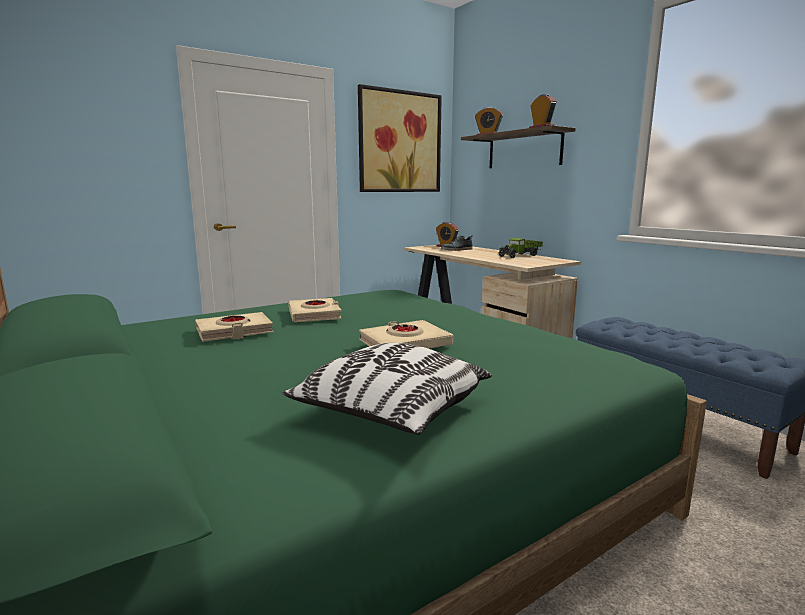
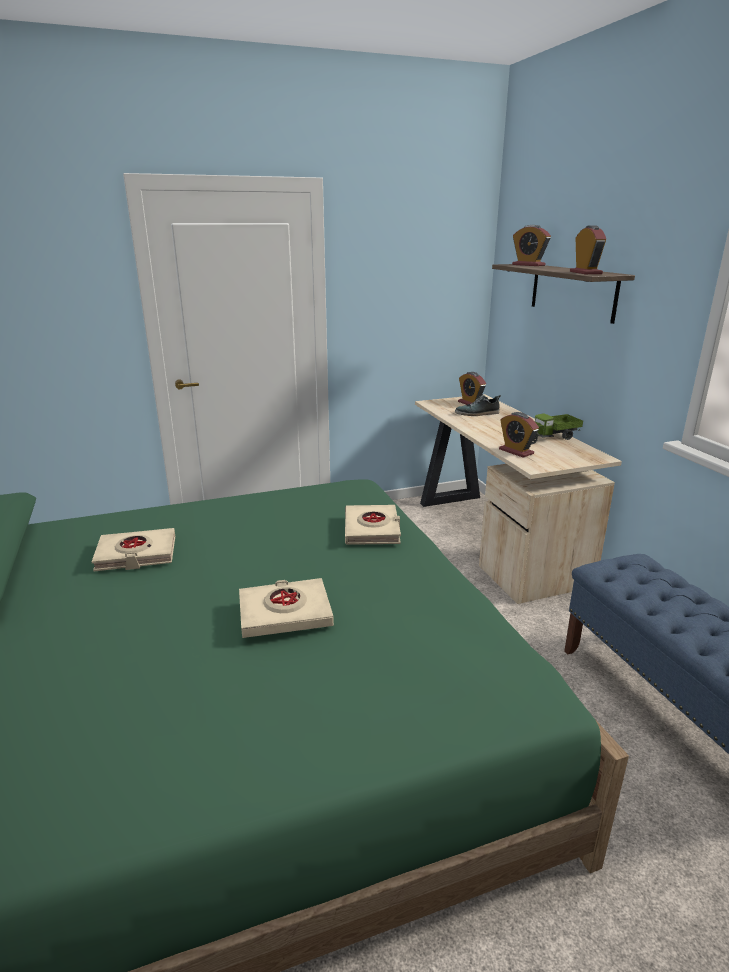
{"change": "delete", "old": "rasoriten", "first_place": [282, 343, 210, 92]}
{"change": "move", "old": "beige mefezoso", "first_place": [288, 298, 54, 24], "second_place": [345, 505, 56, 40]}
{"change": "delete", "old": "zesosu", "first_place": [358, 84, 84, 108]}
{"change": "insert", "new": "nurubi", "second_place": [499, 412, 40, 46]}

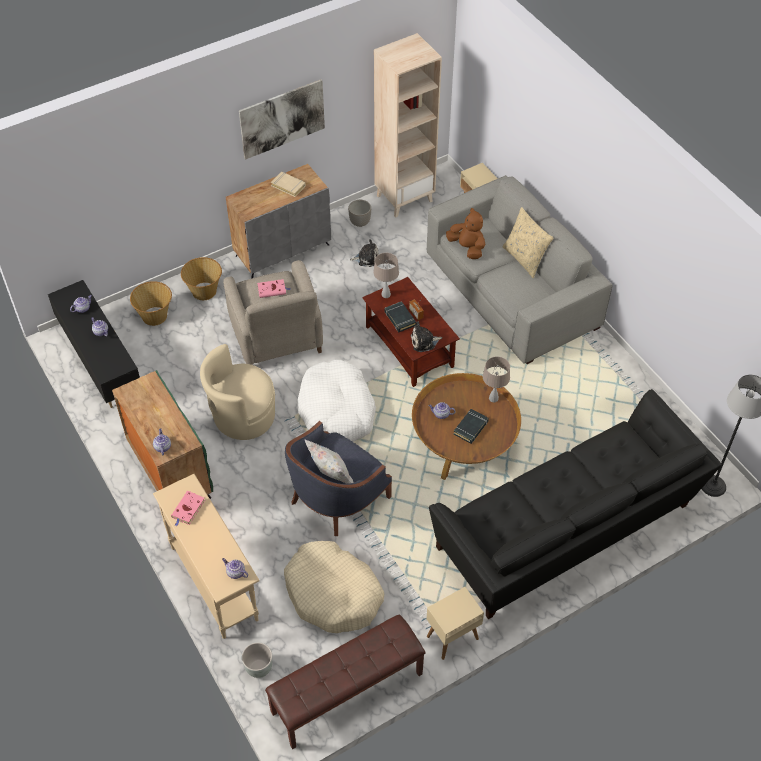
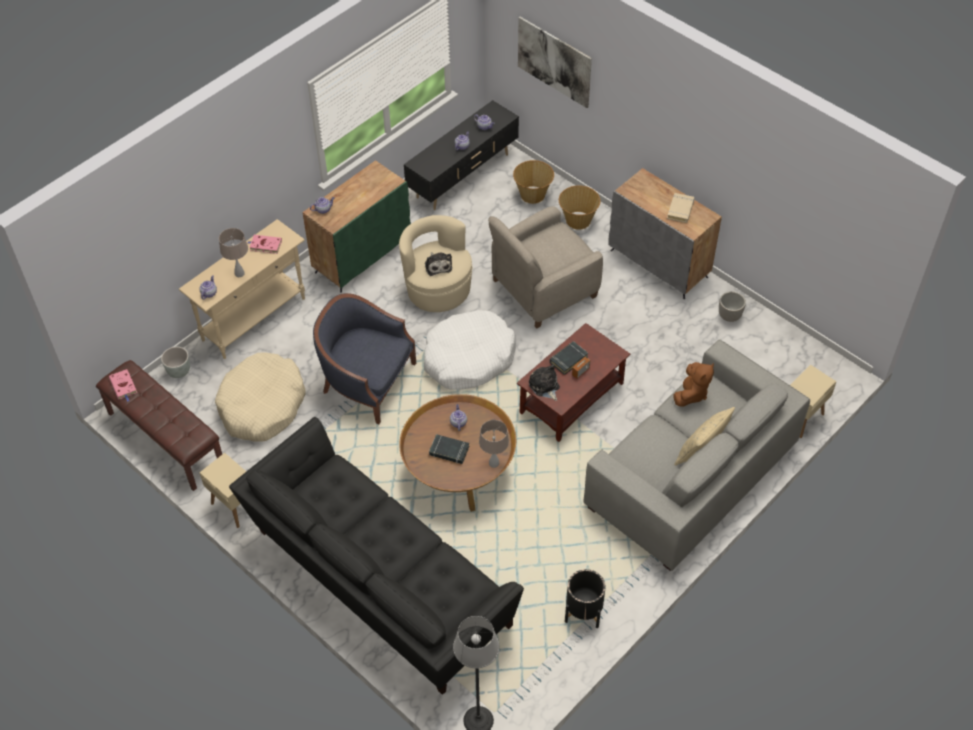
{"change": "move", "old": "zesosu", "first_place": [239, 79, 86, 81], "second_place": [518, 17, 74, 91]}
{"change": "move", "old": "pink mefezoso", "first_place": [257, 279, 34, 19], "second_place": [109, 369, 28, 33]}
{"change": "delete", "old": "white rasoriten", "first_place": [305, 440, 49, 44]}
{"change": "move", "old": "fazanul", "first_place": [350, 239, 29, 28], "second_place": [425, 253, 27, 23]}
{"change": "move", "old": "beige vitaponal", "first_place": [373, 253, 26, 45], "second_place": [219, 228, 29, 49]}
{"change": "delete", "old": "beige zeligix", "first_place": [374, 33, 68, 185]}
{"change": "insert", "new": "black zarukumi", "second_place": [565, 569, 41, 59]}

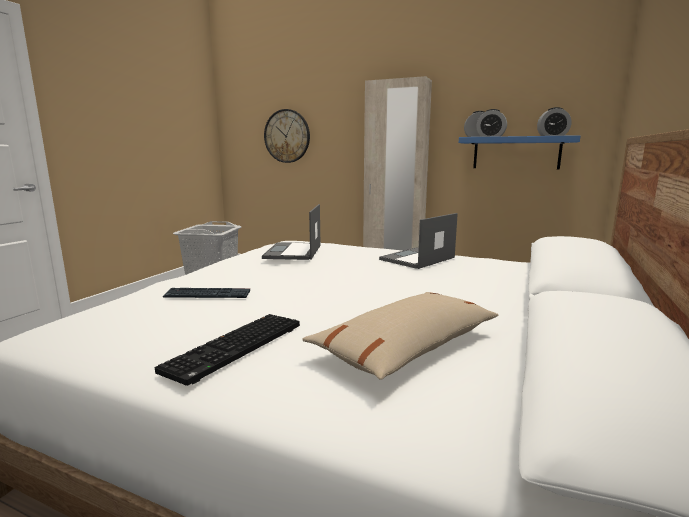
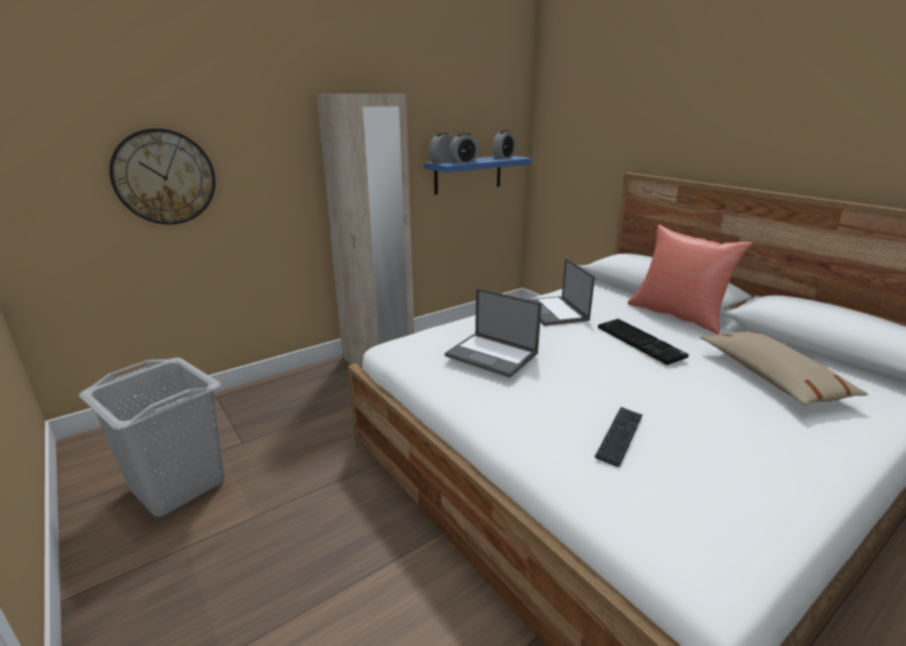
{"change": "move", "old": "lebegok", "first_place": [155, 314, 145, 72], "second_place": [598, 319, 91, 46]}
{"change": "insert", "new": "red rasoriten", "second_place": [628, 225, 125, 110]}

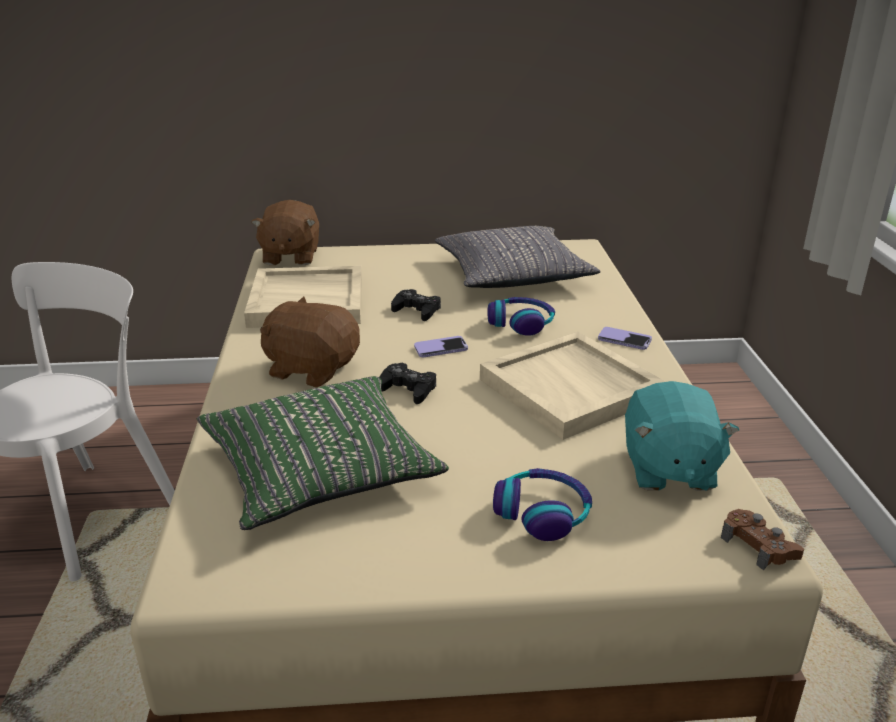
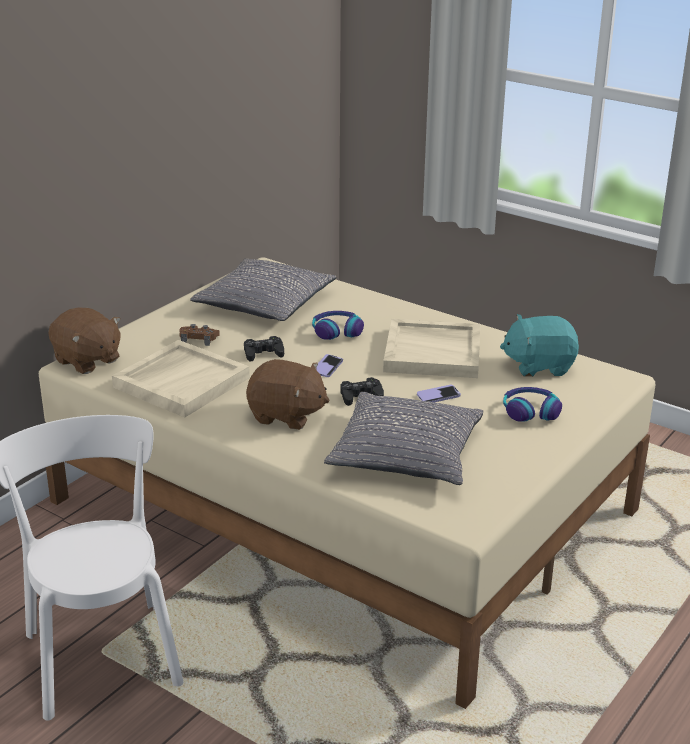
{"change": "recolor", "old": "green rasoriten", "new": "grey rasoriten", "first_place": [197, 376, 252, 154], "second_place": [324, 392, 159, 93]}
{"change": "rotate", "old": "brown fazanul", "first_place": [260, 297, 100, 91], "second_place": [246, 359, 84, 71], "degrees": -135}
{"change": "move", "old": "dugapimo", "first_place": [598, 327, 54, 23], "second_place": [417, 385, 44, 17]}
{"change": "rotate", "old": "turquoise fazanul", "first_place": [625, 381, 114, 110], "second_place": [500, 314, 79, 63], "degrees": 135}
{"change": "move", "old": "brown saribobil", "first_place": [721, 509, 83, 61], "second_place": [179, 324, 41, 22]}

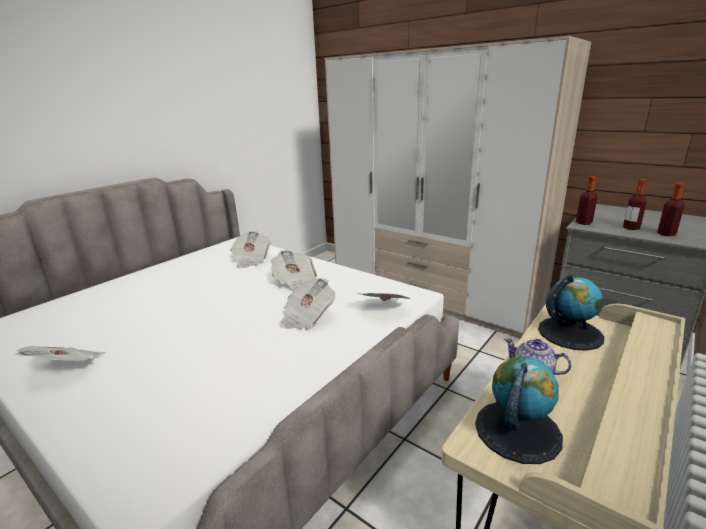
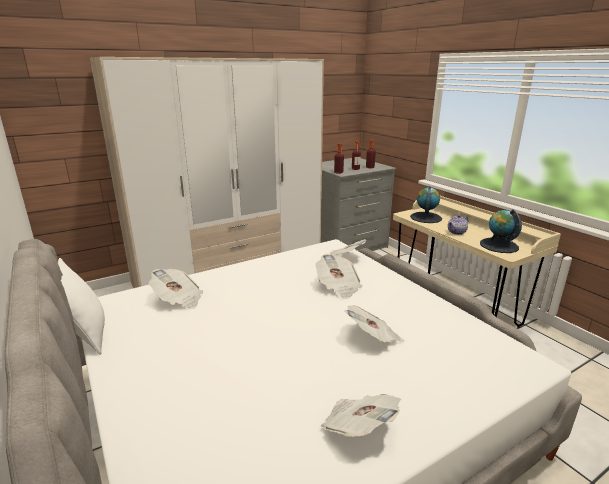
{"change": "move", "old": "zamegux", "first_place": [271, 250, 46, 41], "second_place": [344, 305, 60, 39]}
{"change": "insert", "new": "white rasoriten", "second_place": [58, 258, 47, 97]}

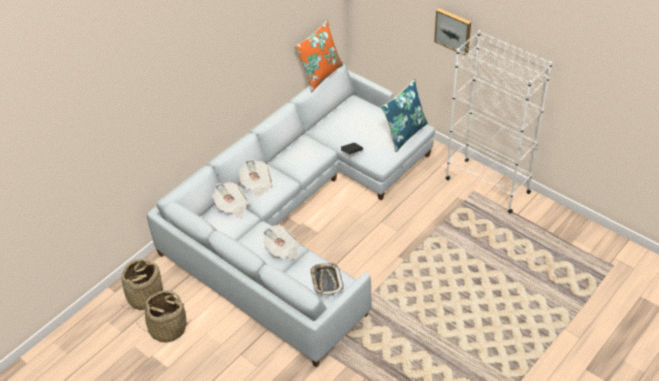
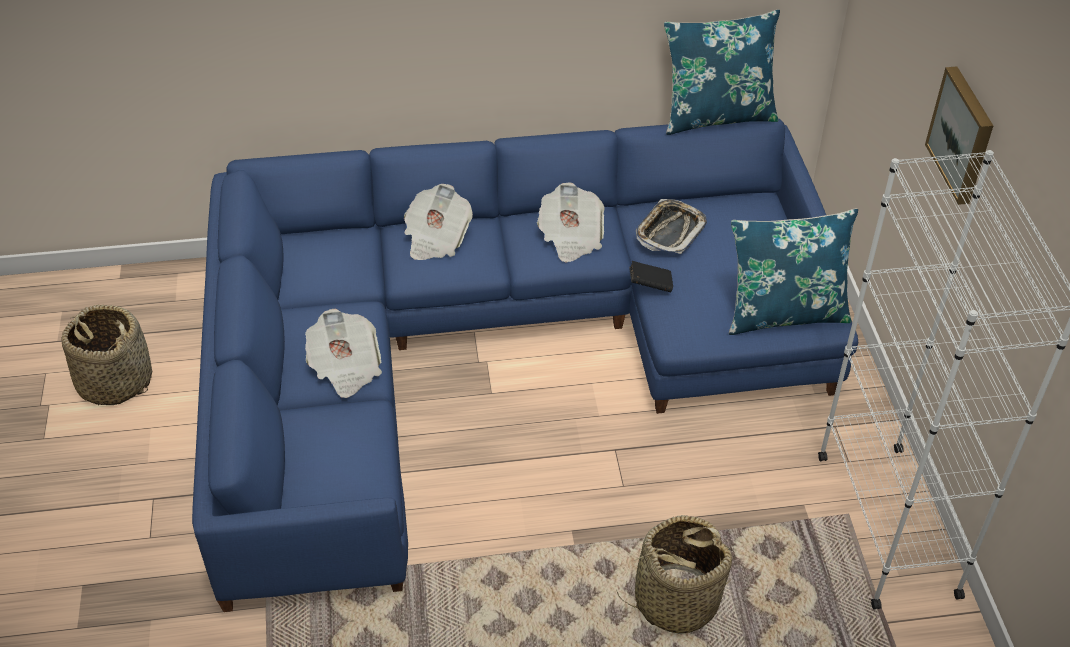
{"change": "move", "old": "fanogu", "first_place": [121, 259, 42, 51], "second_place": [616, 515, 117, 119]}
{"change": "recolor", "old": "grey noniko", "new": "blue noniko", "first_place": [147, 64, 288, 304], "second_place": [192, 118, 666, 494]}
{"change": "move", "old": "zamegux", "first_place": [212, 182, 37, 36], "second_place": [537, 182, 68, 81]}
{"change": "recolor", "old": "orange rasoriten", "new": "blue rasoriten", "first_place": [294, 20, 49, 72], "second_place": [664, 9, 116, 126]}
{"change": "move", "old": "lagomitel", "first_place": [310, 263, 34, 34], "second_place": [636, 199, 71, 55]}

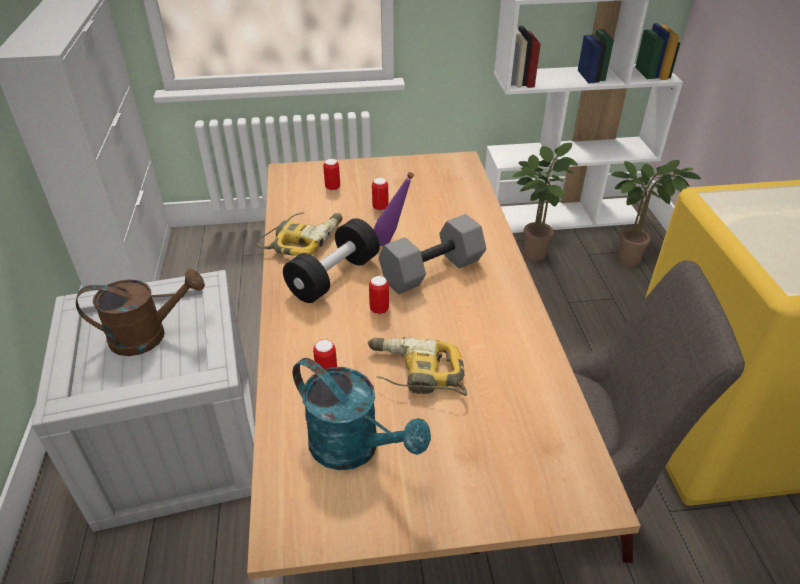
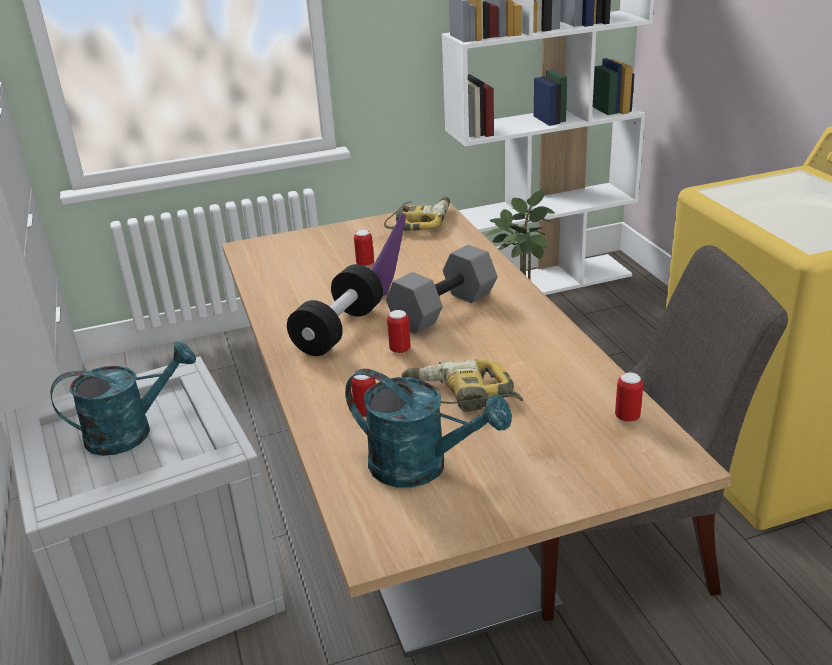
{"change": "recolor", "old": "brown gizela", "new": "turquoise gizela", "first_place": [76, 269, 129, 87], "second_place": [50, 342, 146, 114]}
{"change": "move", "old": "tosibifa", "first_place": [256, 212, 86, 44], "second_place": [384, 196, 66, 35]}
{"change": "move", "old": "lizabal", "first_place": [323, 159, 17, 31], "second_place": [615, 372, 28, 50]}
{"change": "delete", "old": "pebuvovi", "first_place": [610, 160, 91, 107]}

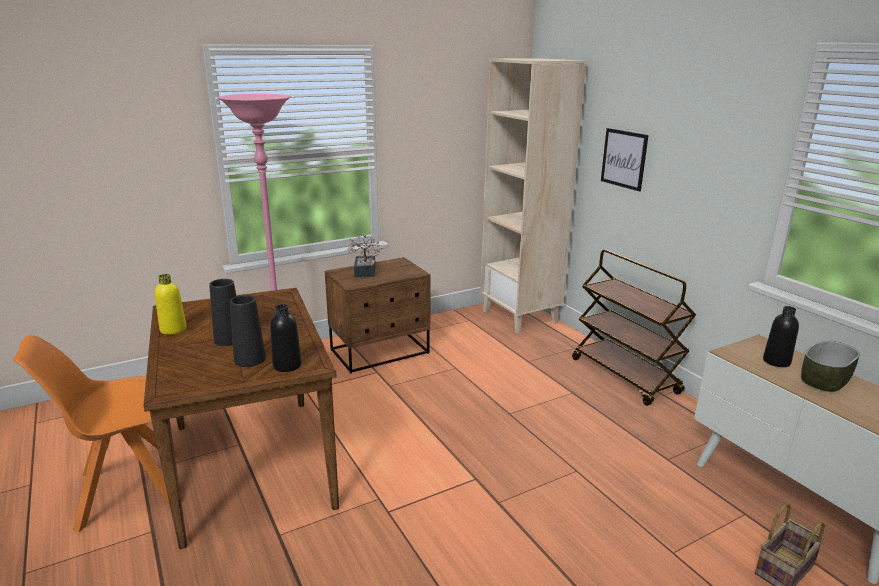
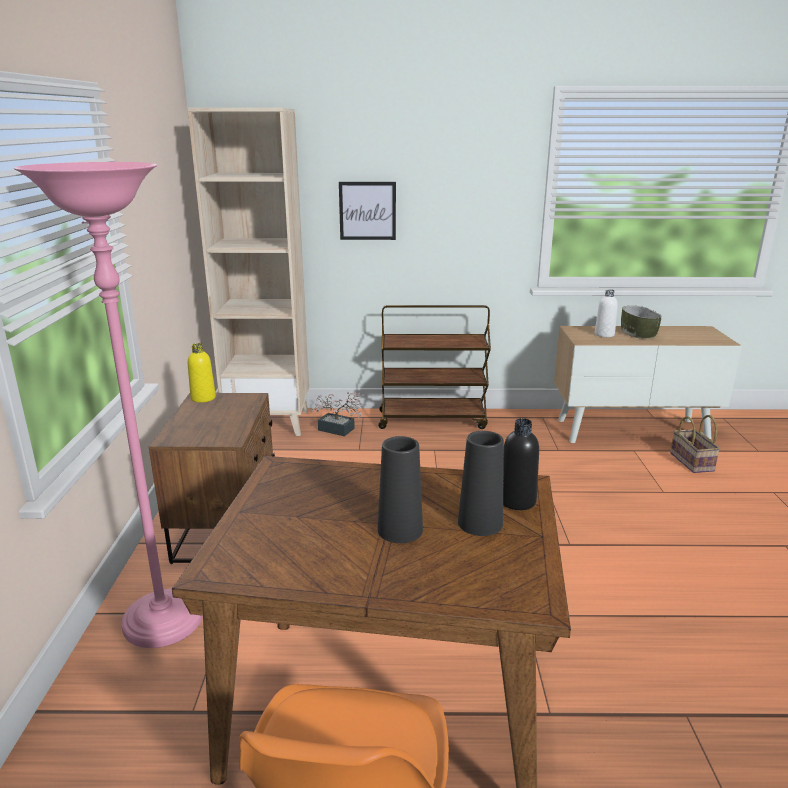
{"change": "move", "old": "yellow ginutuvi", "first_place": [155, 274, 32, 61], "second_place": [188, 343, 28, 60]}
{"change": "move", "old": "pebuvovi", "first_place": [347, 235, 36, 42], "second_place": [311, 392, 53, 44]}
{"change": "recolor", "old": "black ginutuvi", "new": "white ginutuvi", "first_place": [763, 306, 36, 61], "second_place": [595, 289, 23, 48]}

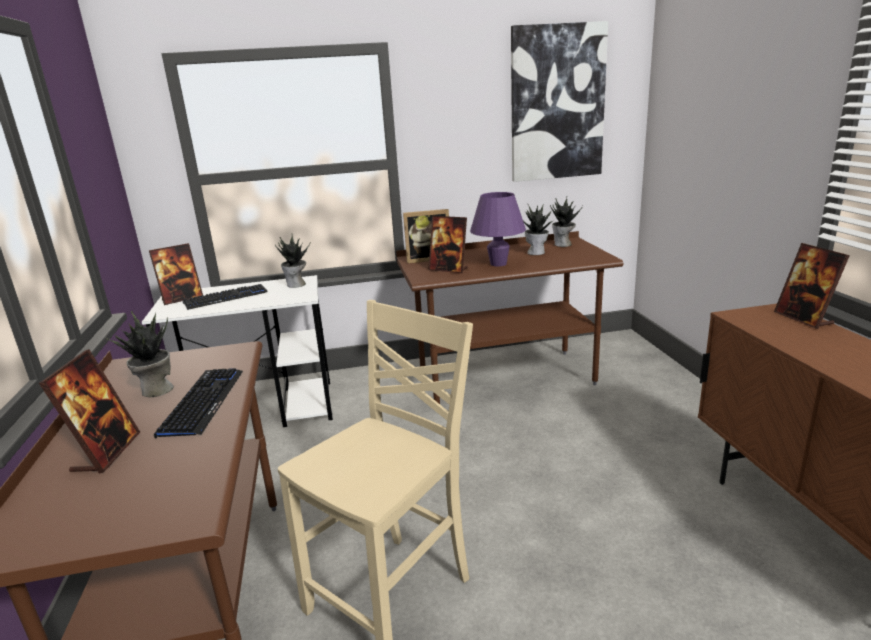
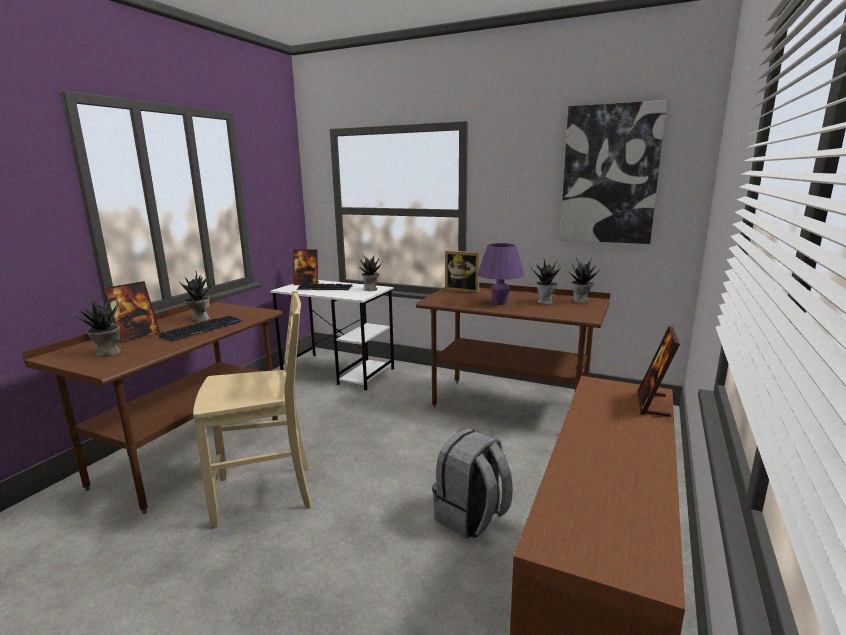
{"change": "delete", "old": "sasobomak", "first_place": [428, 216, 40, 57]}
{"change": "insert", "new": "pebuvovi", "second_place": [71, 296, 50, 61]}
{"change": "insert", "new": "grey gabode", "second_place": [432, 428, 81, 111]}

